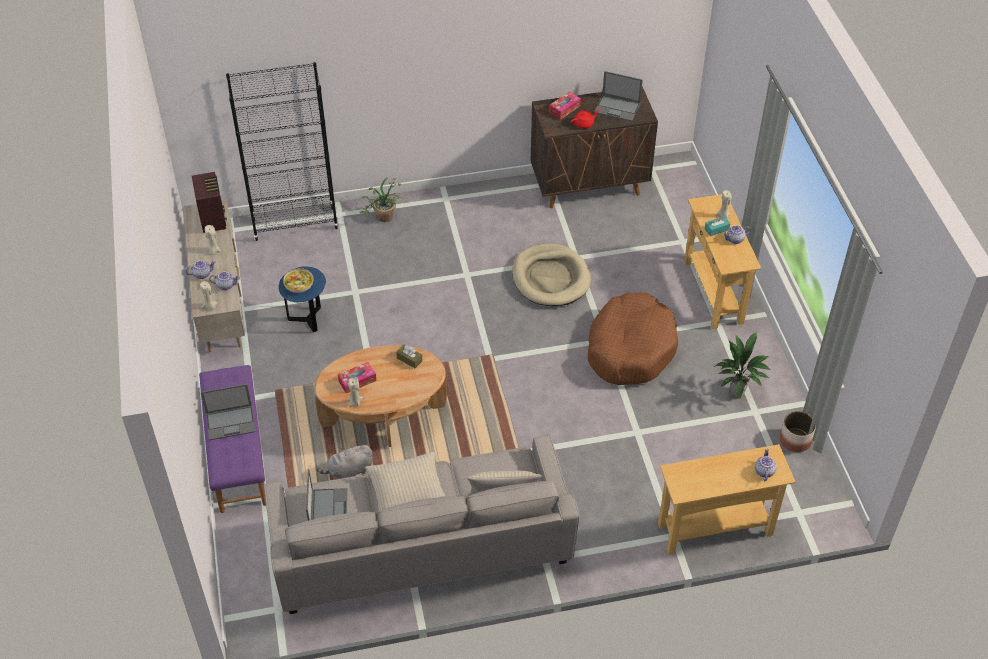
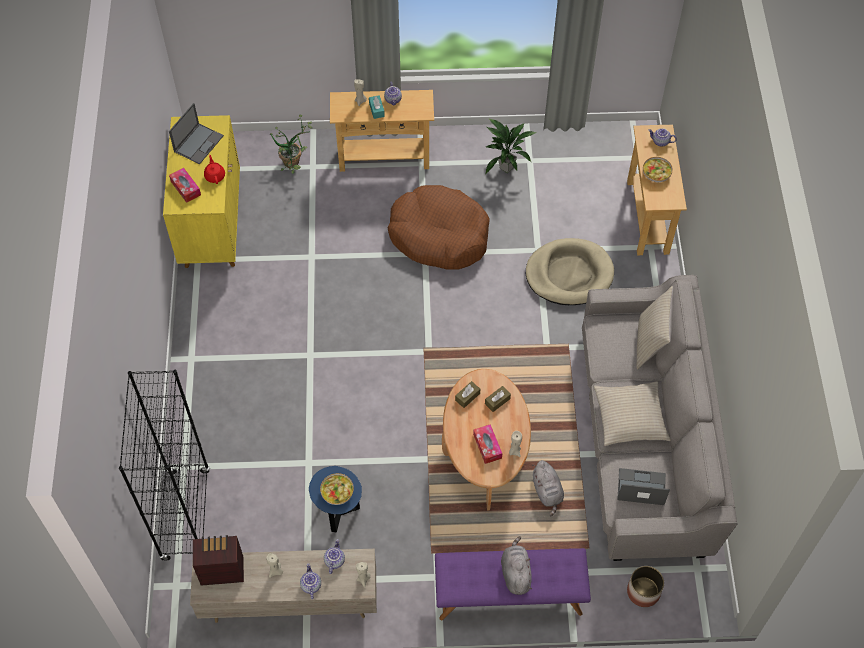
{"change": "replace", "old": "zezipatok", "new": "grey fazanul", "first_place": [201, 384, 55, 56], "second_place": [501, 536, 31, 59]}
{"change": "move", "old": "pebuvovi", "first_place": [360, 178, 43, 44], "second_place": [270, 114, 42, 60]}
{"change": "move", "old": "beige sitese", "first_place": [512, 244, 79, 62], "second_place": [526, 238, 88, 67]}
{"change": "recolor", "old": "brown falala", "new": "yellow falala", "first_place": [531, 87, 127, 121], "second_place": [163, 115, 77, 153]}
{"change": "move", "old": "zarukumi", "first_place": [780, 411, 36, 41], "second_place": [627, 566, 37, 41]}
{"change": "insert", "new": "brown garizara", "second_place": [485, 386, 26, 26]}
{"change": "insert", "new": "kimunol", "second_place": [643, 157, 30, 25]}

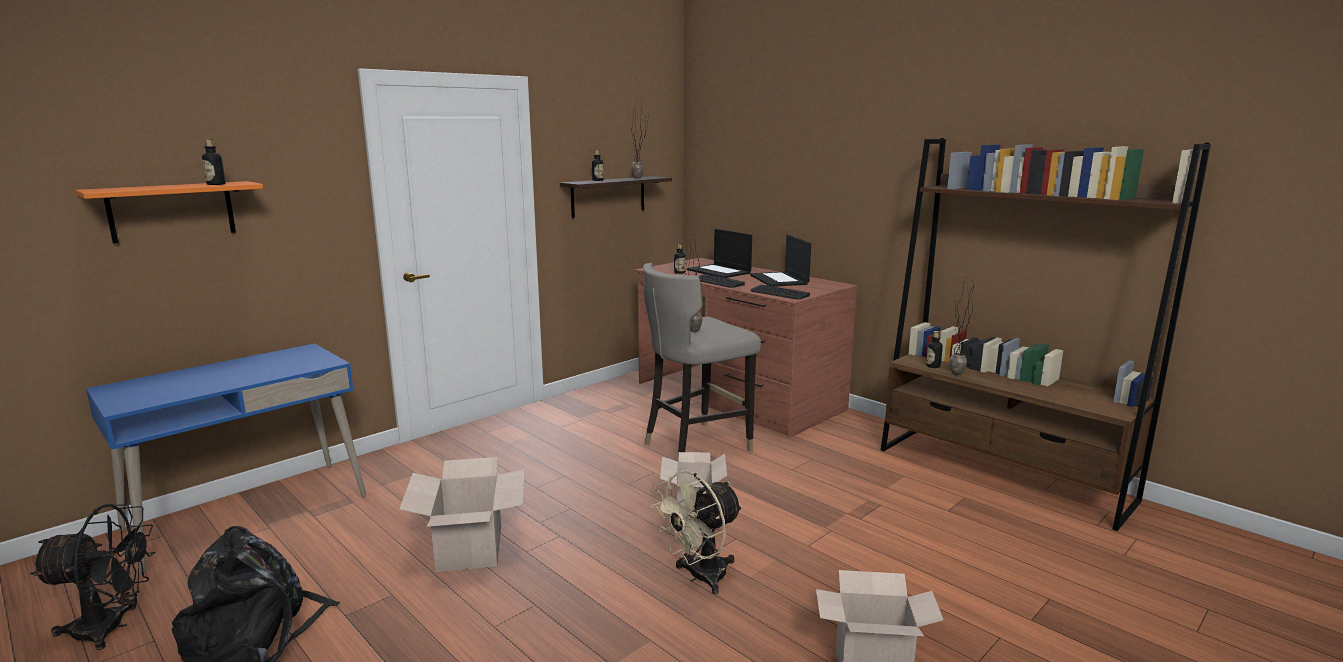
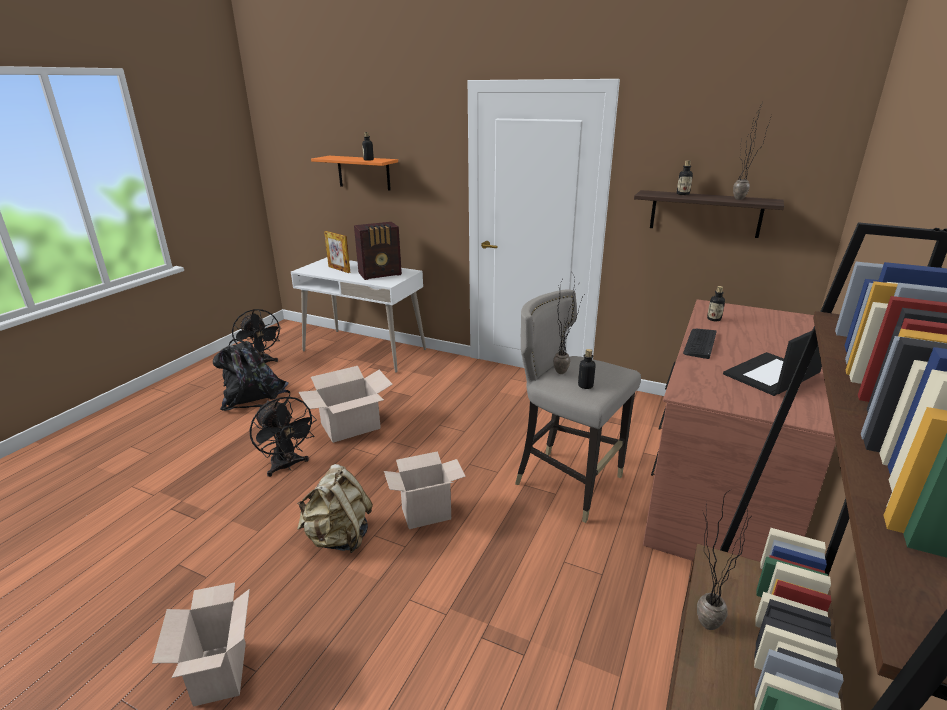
{"change": "recolor", "old": "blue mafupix", "new": "white mafupix", "first_place": [86, 344, 280, 230], "second_place": [291, 257, 135, 116]}
{"change": "replace", "old": "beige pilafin", "new": "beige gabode", "first_place": [651, 470, 92, 124], "second_place": [297, 464, 76, 89]}
{"change": "delete", "old": "zezipatok", "first_place": [687, 229, 65, 49]}
{"change": "delete", "old": "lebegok", "first_place": [751, 285, 59, 15]}
{"change": "move", "old": "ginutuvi", "first_place": [926, 331, 17, 37], "second_place": [578, 349, 18, 40]}
{"change": "insert", "new": "black pilafin", "second_place": [249, 397, 68, 80]}
{"change": "insert", "new": "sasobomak", "second_place": [324, 231, 26, 42]}
{"change": "insert", "new": "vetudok", "second_place": [354, 222, 48, 58]}

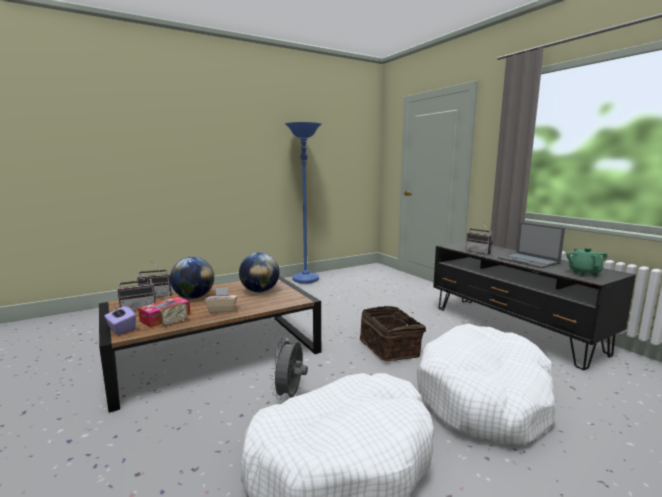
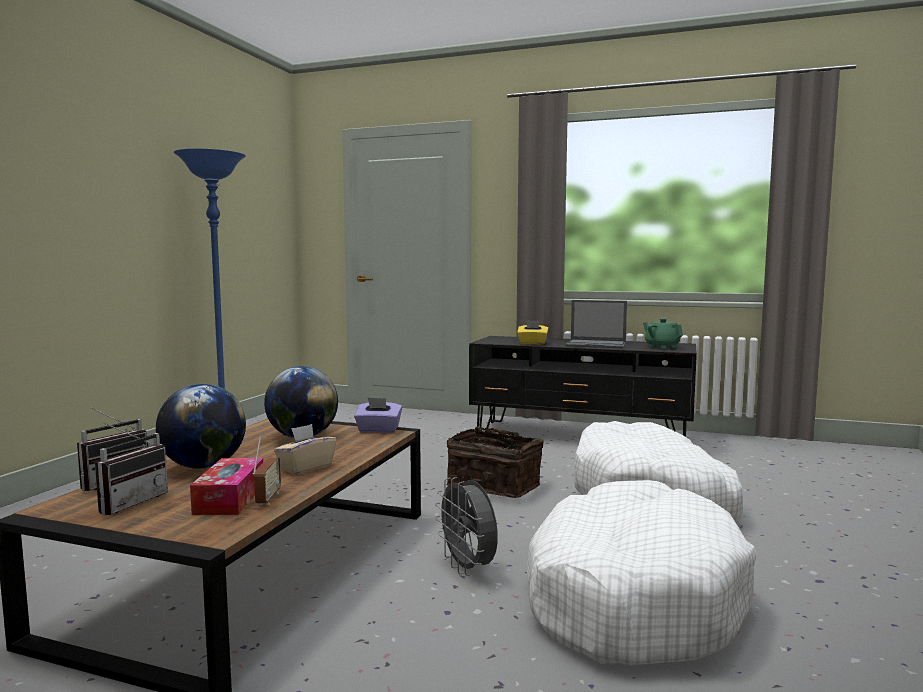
{"change": "move", "old": "purple garizara", "first_place": [104, 306, 32, 29], "second_place": [354, 397, 48, 36]}
{"change": "replace", "old": "vetudok", "new": "yellow garizara", "first_place": [466, 224, 27, 31], "second_place": [517, 320, 31, 24]}

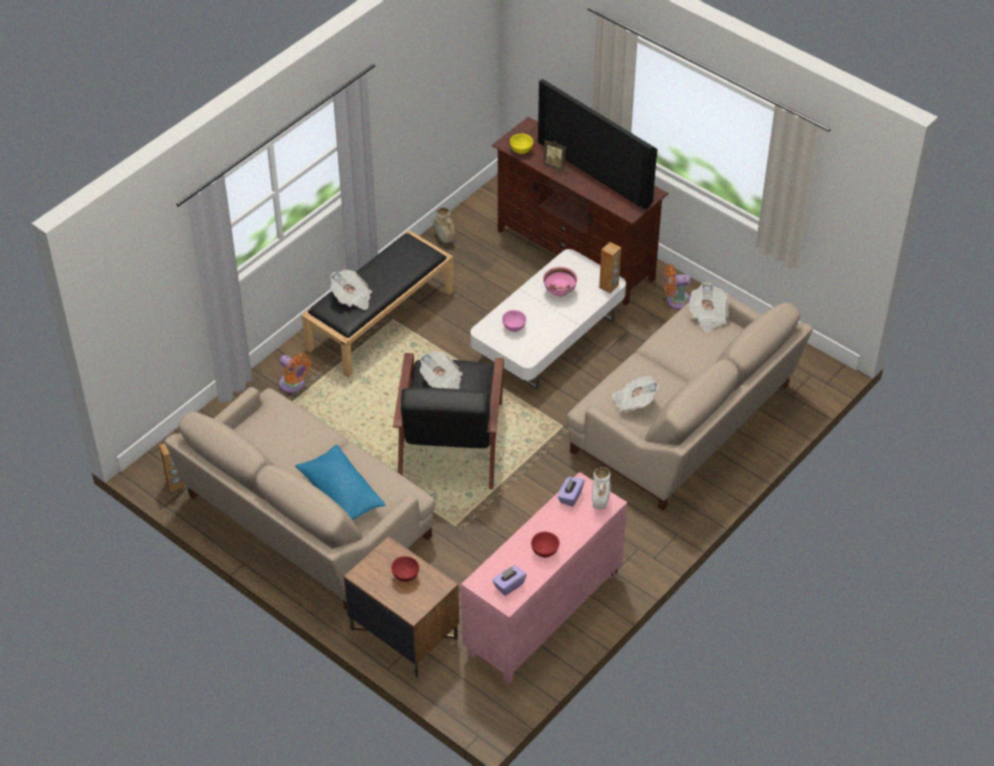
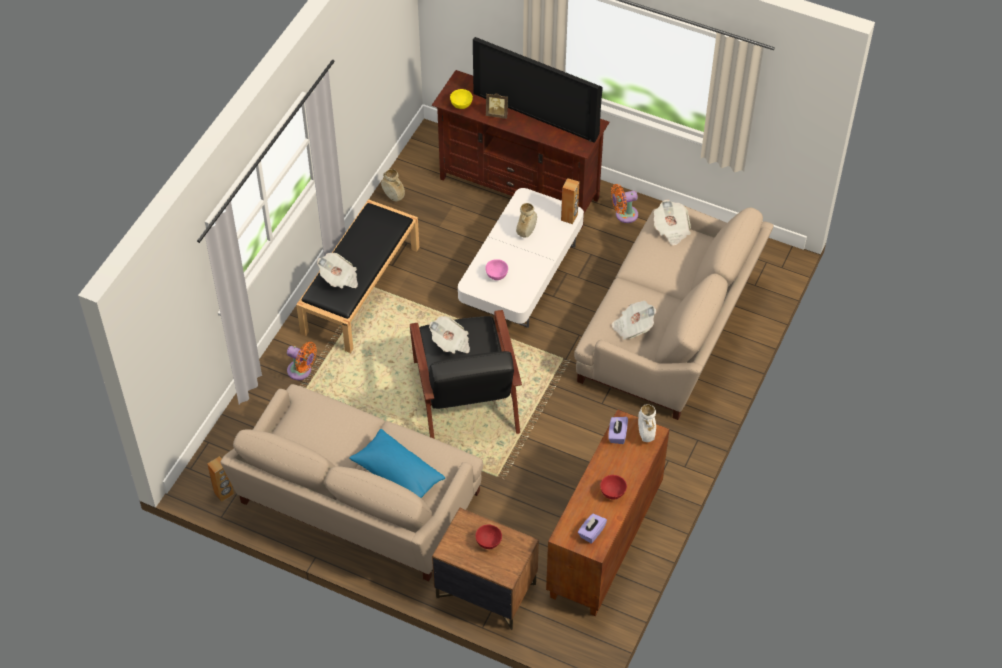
{"change": "recolor", "old": "pink falala", "new": "brown falala", "first_place": [461, 472, 166, 212], "second_place": [546, 409, 123, 207]}
{"change": "replace", "old": "pink kimunol", "new": "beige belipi", "first_place": [543, 267, 34, 30], "second_place": [516, 203, 21, 34]}

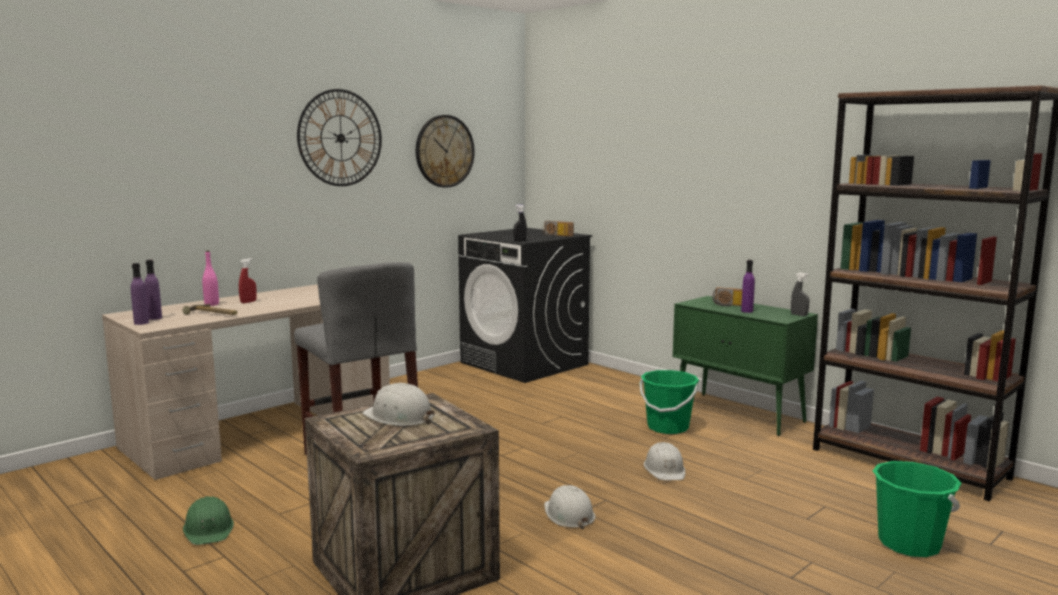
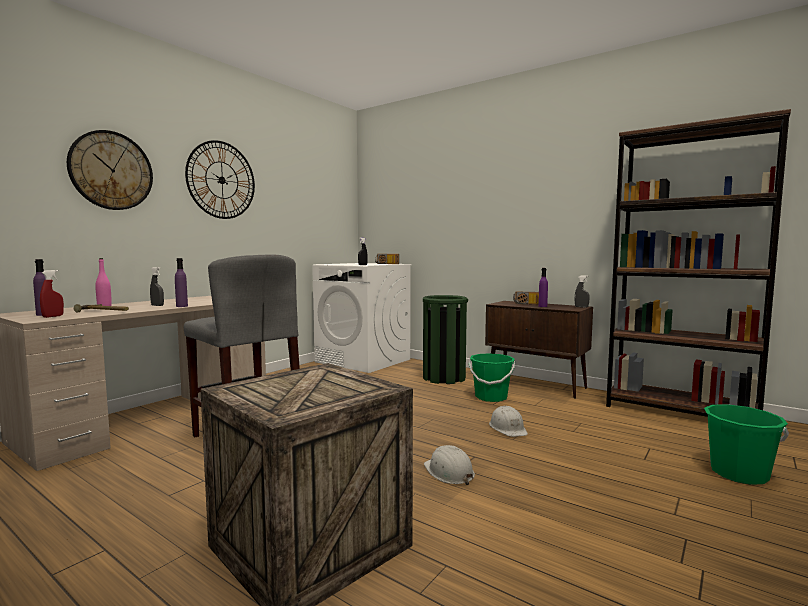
{"change": "move", "old": "purple ginutuvi", "first_place": [131, 263, 18, 62], "second_place": [175, 258, 13, 49]}
{"change": "delete", "old": "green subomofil", "first_place": [183, 496, 51, 49]}
{"change": "move", "old": "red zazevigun", "first_place": [239, 258, 18, 45], "second_place": [40, 270, 24, 48]}
{"change": "delete", "old": "white subomofil", "first_place": [362, 383, 73, 43]}
{"change": "move", "old": "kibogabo", "first_place": [416, 115, 59, 73], "second_place": [67, 130, 86, 80]}
{"change": "recolor", "old": "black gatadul", "new": "white gatadul", "first_place": [458, 228, 134, 155], "second_place": [312, 263, 100, 110]}
{"change": "recolor", "old": "green falala", "new": "brown falala", "first_place": [673, 296, 145, 140], "second_place": [485, 301, 108, 98]}
{"change": "insert", "new": "grey zazevigun", "second_place": [150, 267, 14, 39]}
{"change": "insert", "new": "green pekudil", "second_place": [423, 295, 45, 89]}

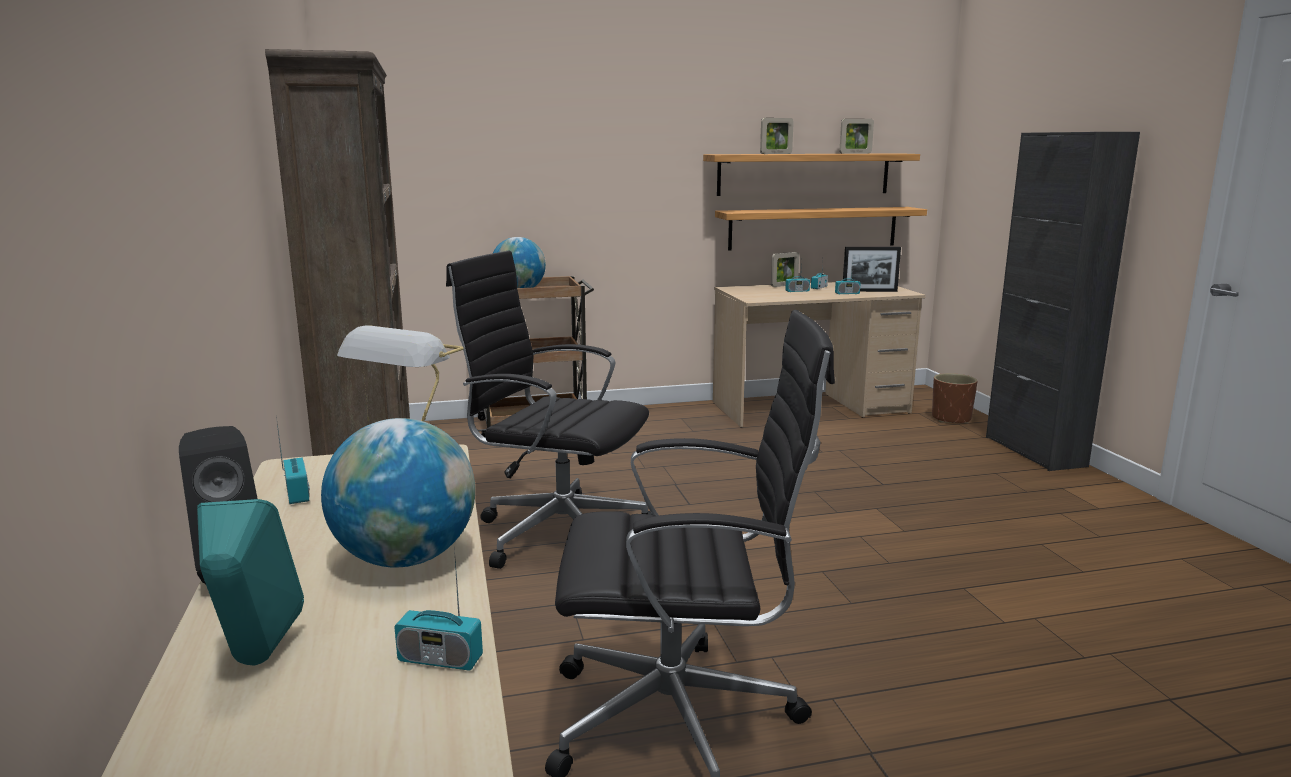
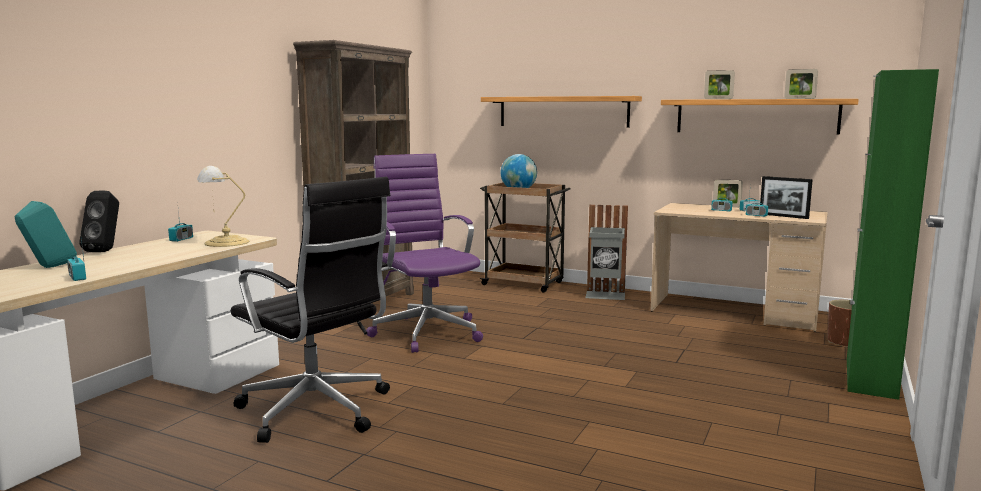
{"change": "delete", "old": "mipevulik", "first_place": [321, 418, 154, 150]}
{"change": "recolor", "old": "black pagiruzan", "new": "purple pagiruzan", "first_place": [446, 250, 206, 319], "second_place": [366, 154, 117, 199]}
{"change": "move", "old": "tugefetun", "first_place": [715, 207, 212, 44], "second_place": [481, 96, 161, 32]}
{"change": "recolor", "old": "black falala", "new": "green falala", "first_place": [986, 132, 154, 339], "second_place": [847, 69, 92, 331]}
{"change": "insert", "new": "grey pekudil", "second_place": [585, 205, 43, 95]}

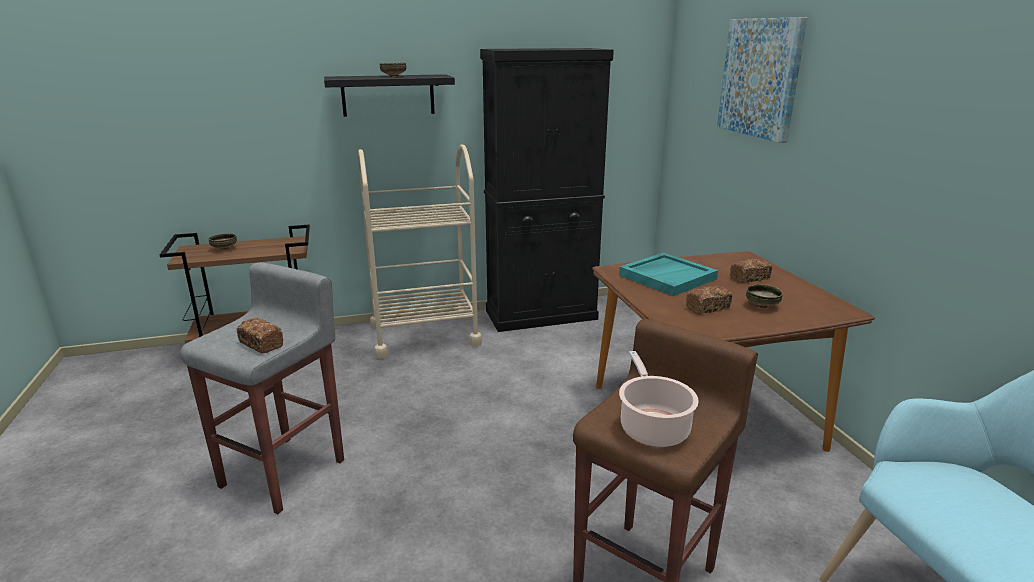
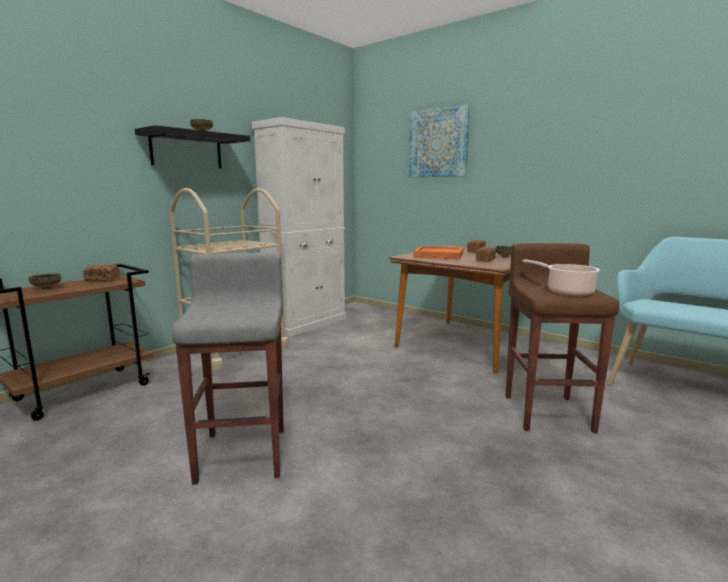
{"change": "move", "old": "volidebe", "first_place": [237, 318, 46, 35], "second_place": [83, 264, 37, 17]}
{"change": "recolor", "old": "black falala", "new": "white falala", "first_place": [480, 48, 134, 284], "second_place": [252, 117, 94, 220]}
{"change": "recolor", "old": "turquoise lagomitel", "new": "orange lagomitel", "first_place": [619, 253, 99, 43], "second_place": [413, 246, 50, 14]}

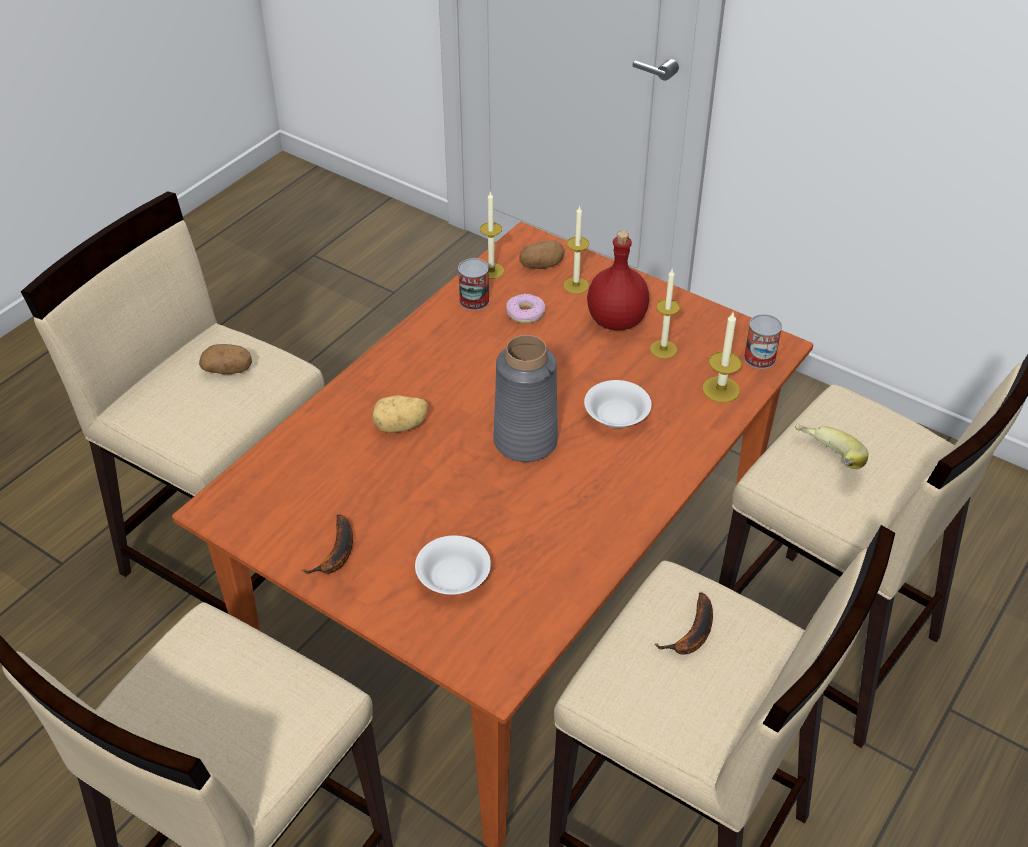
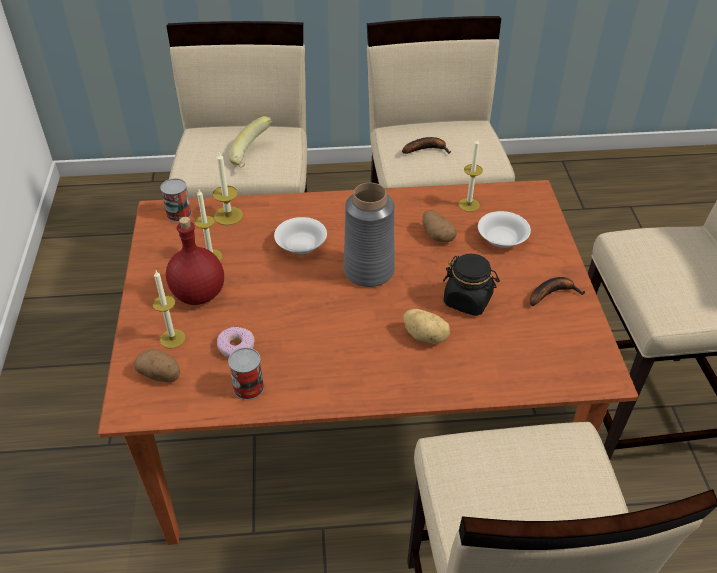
{"change": "move", "old": "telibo", "first_place": [199, 344, 53, 30], "second_place": [422, 210, 35, 32]}
{"change": "move", "old": "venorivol", "first_place": [480, 191, 24, 88], "second_place": [458, 139, 25, 73]}
{"change": "insert", "new": "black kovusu", "second_place": [443, 254, 57, 62]}

